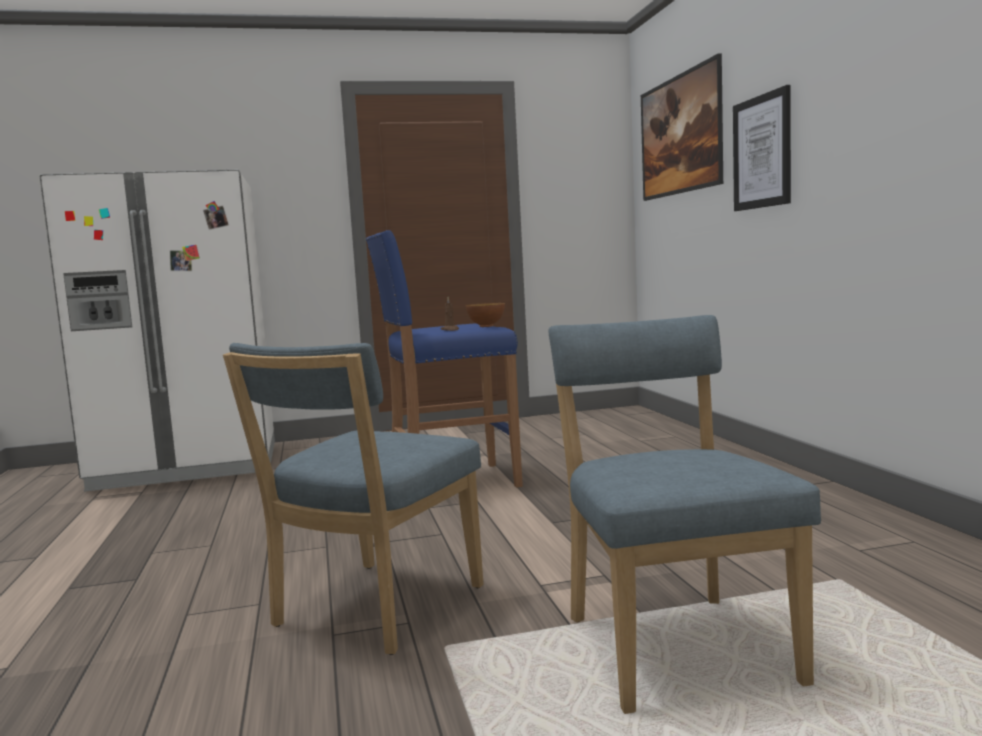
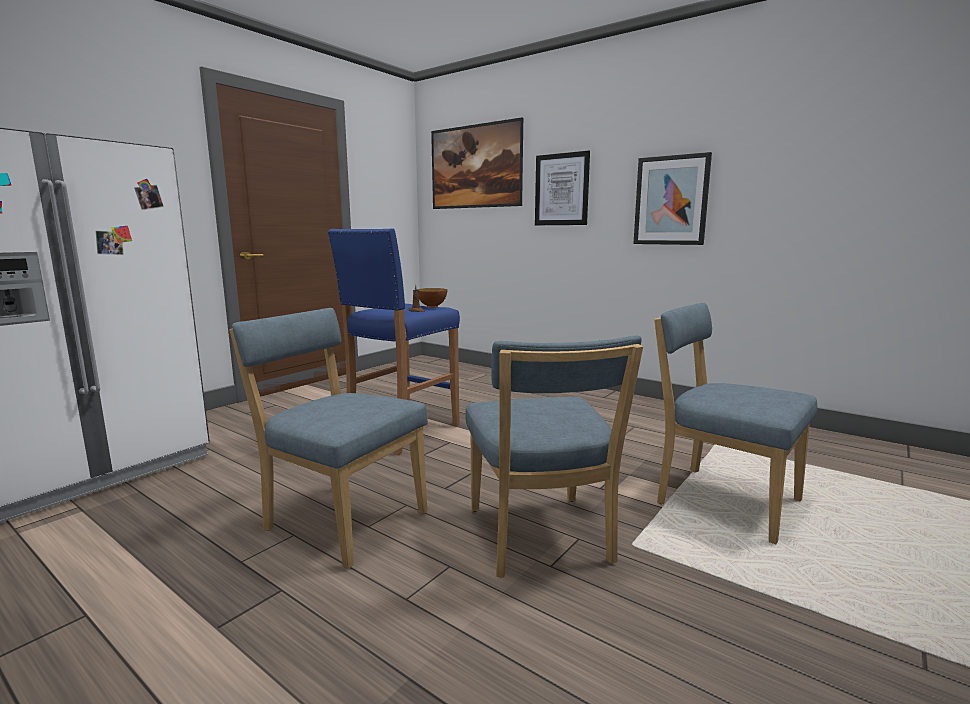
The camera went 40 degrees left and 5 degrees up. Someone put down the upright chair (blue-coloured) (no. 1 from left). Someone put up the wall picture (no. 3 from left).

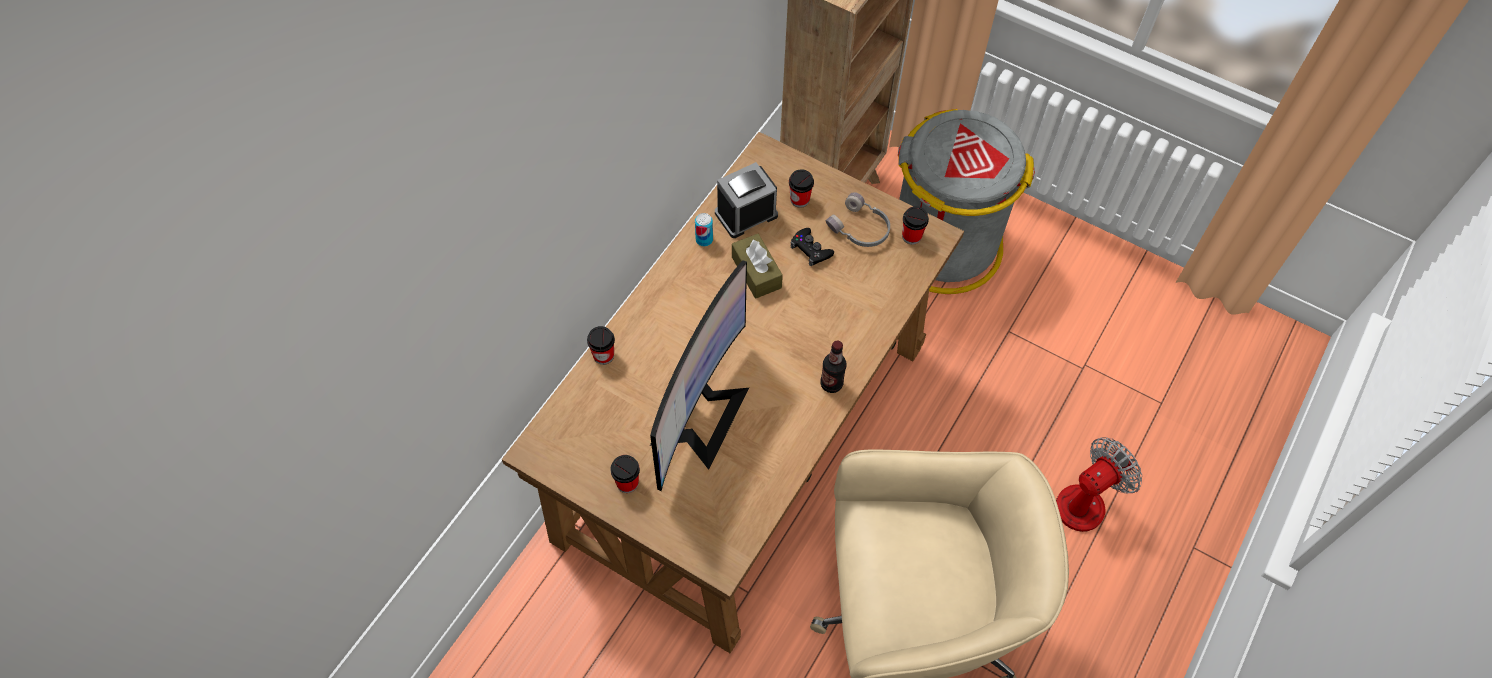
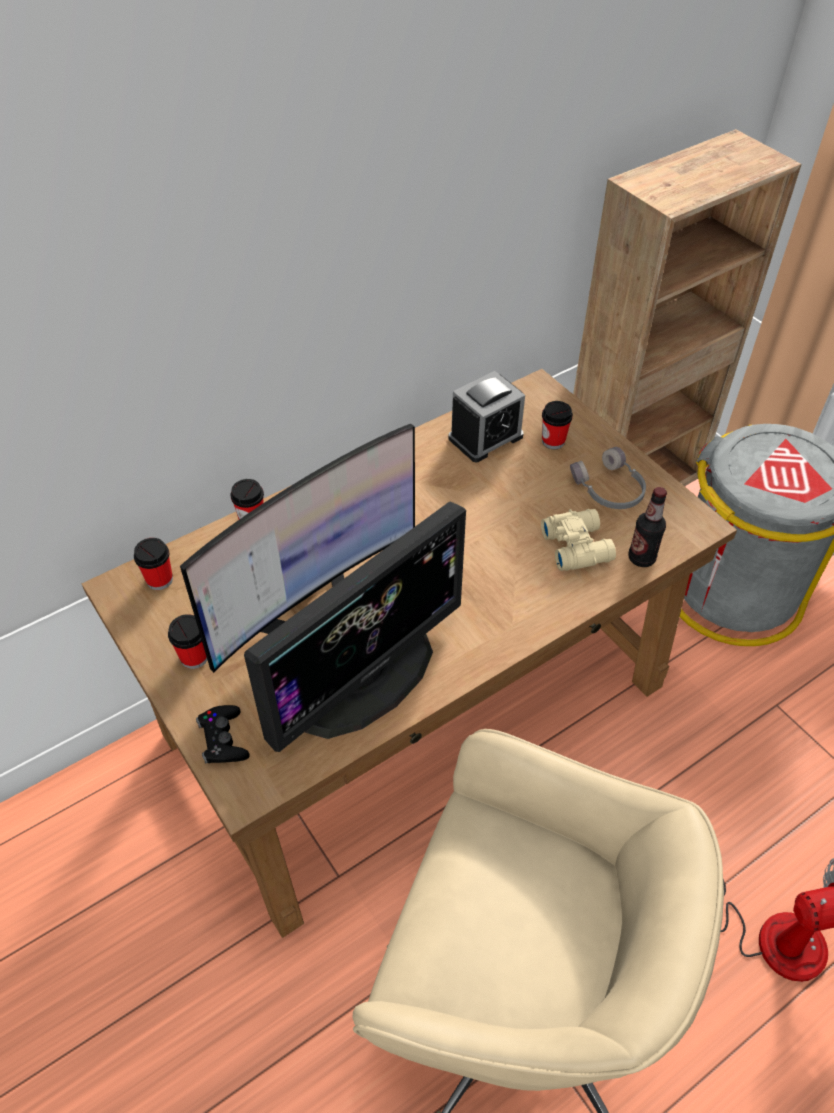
The camera went 25 degrees right and 10 degrees down. Someone took away the sealed can. Someone took away the tissue holder (brown-coloured). Someone put down the computer display (no. 2 from left). Someone put down the field glasses (beige). Someone carried the game controller (black). Someone carried the bottle. Someone carried the drinking cup (no. 4 from left in the first image). Someone rotated the table clock by 150 degrees clockwise.

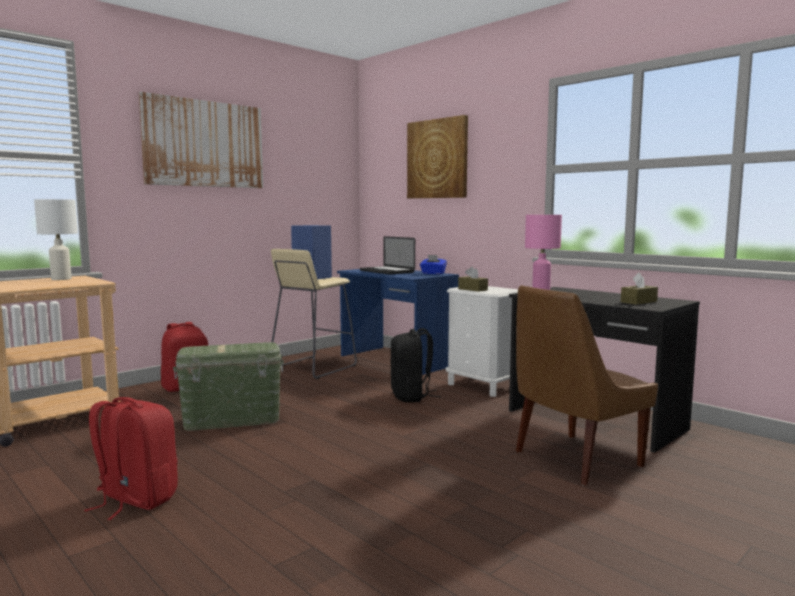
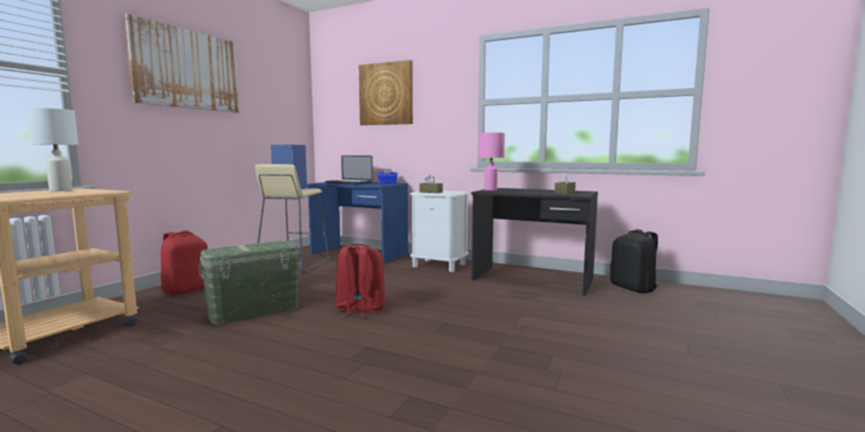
The camera went 20 degrees left and 0 degrees up. Someone took away the upright chair (brown-coloured). Someone carried the backpack (reddish) (no. 1 from left in the first image). Someone carried the backpack (black).

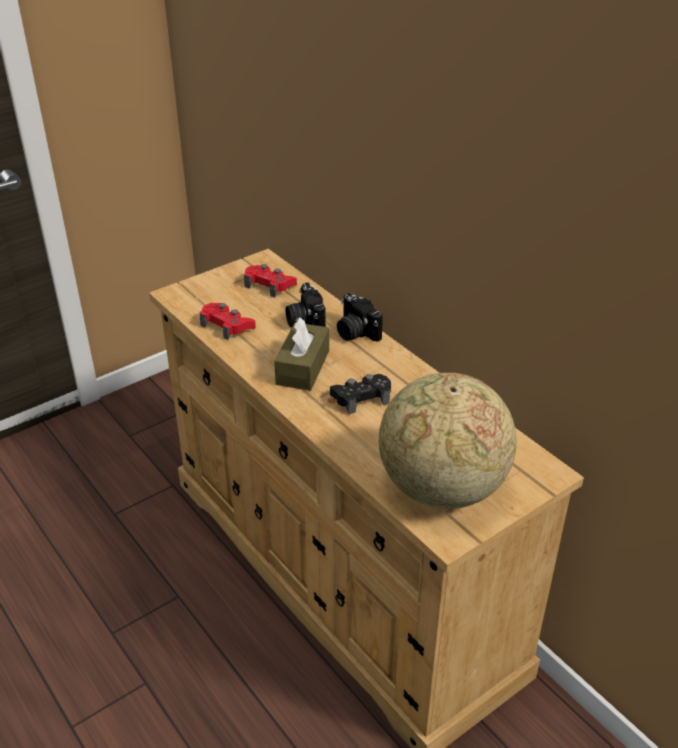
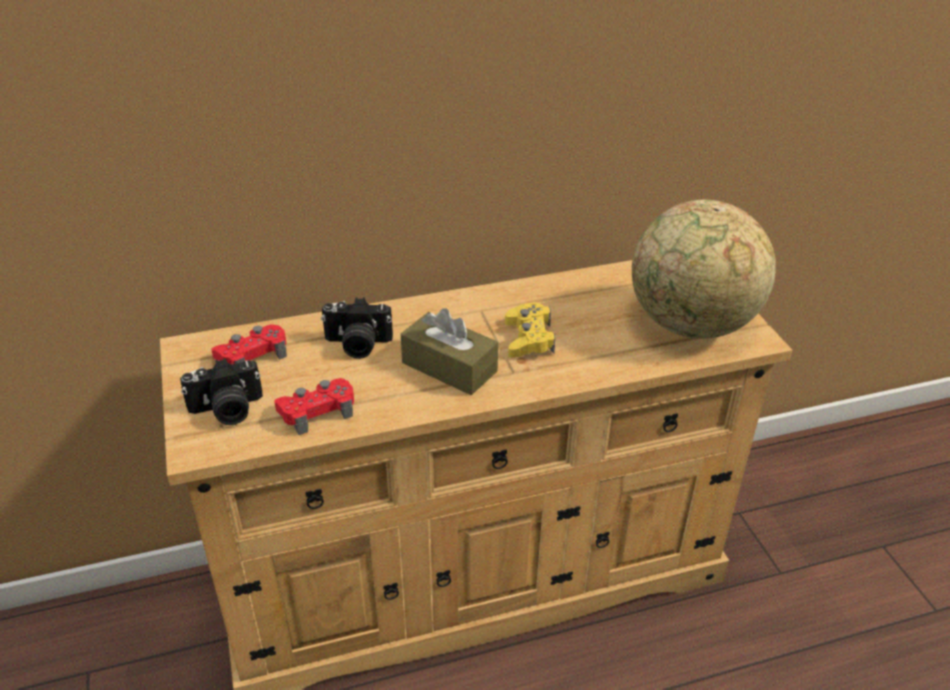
The camera went 70 degrees left and 0 degrees up. Someone carried the photo camera (no. 2 from left in the first image). Someone repainted the game controller (black), which became the game controller (yellow-coloured).

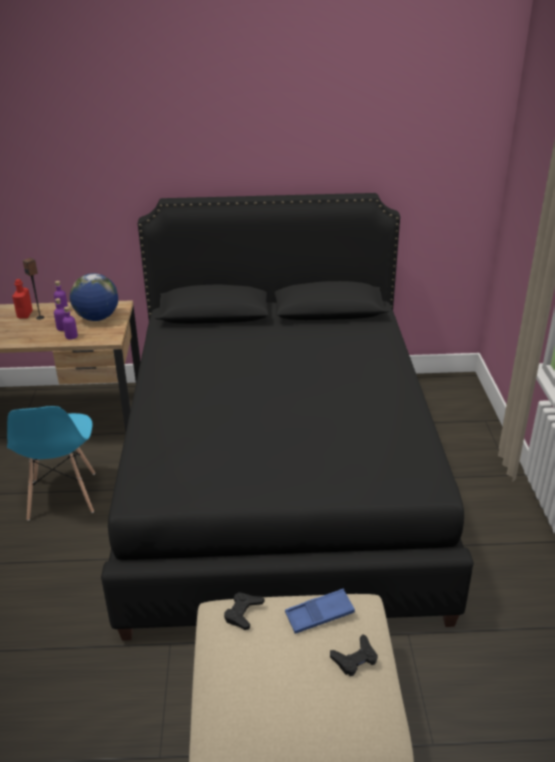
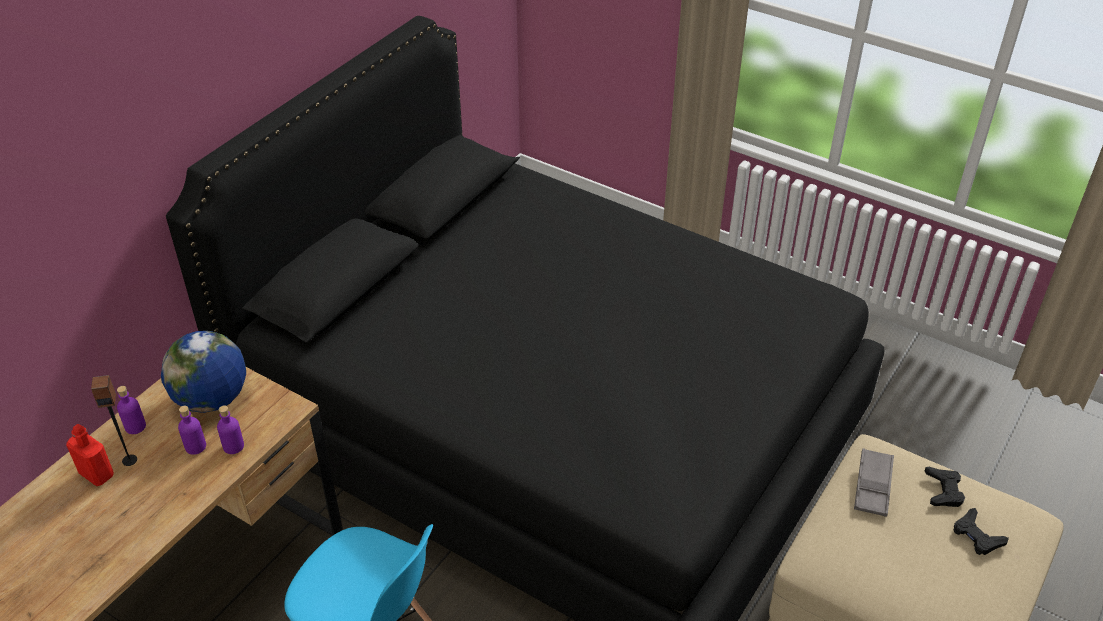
The camera went 55 degrees left and 10 degrees up. Someone carried the game controller (black) (no. 1 from left in the first image). Someone repainted the serving tray (blue-coloured), which became the serving tray (greyish).

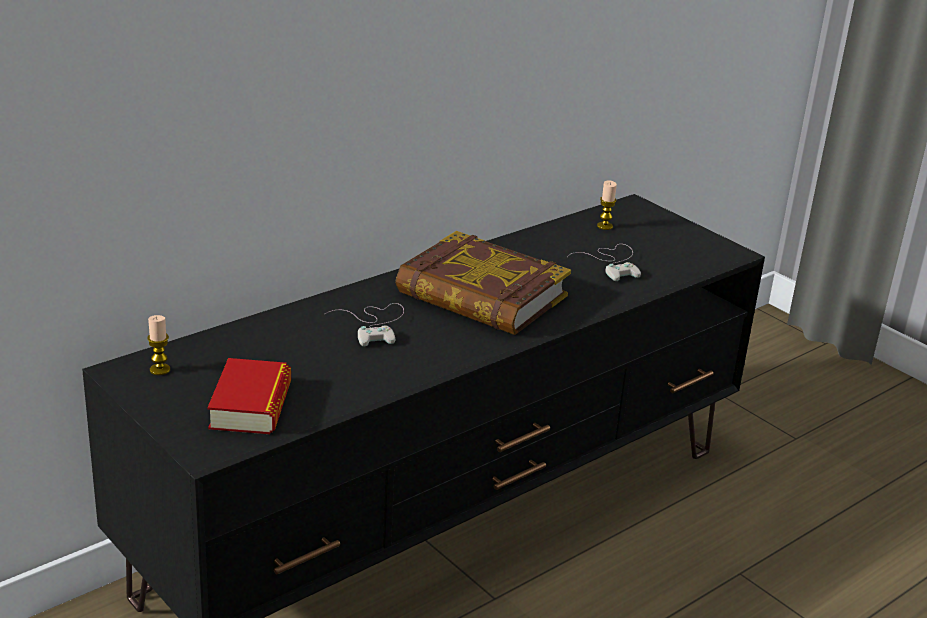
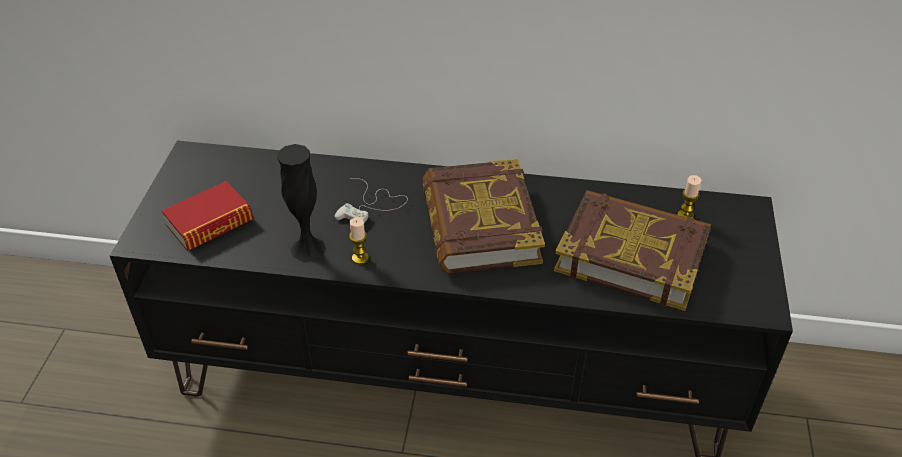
The camera went 50 degrees right and 15 degrees up. Someone put down the vase (black). Someone carried the wax light (no. 1 from left). Someone swapped the game controller (whitish) (no. 2 from left) for the bound book (no. 3 from left).

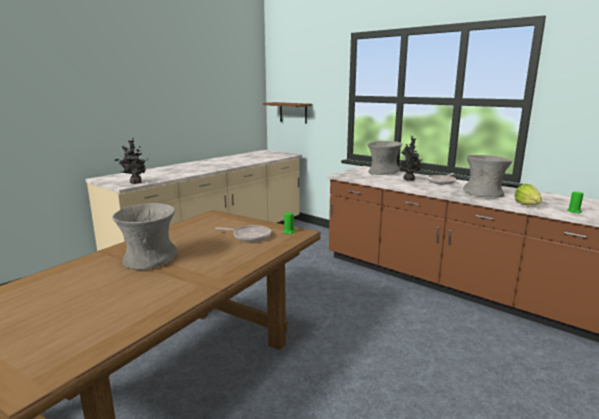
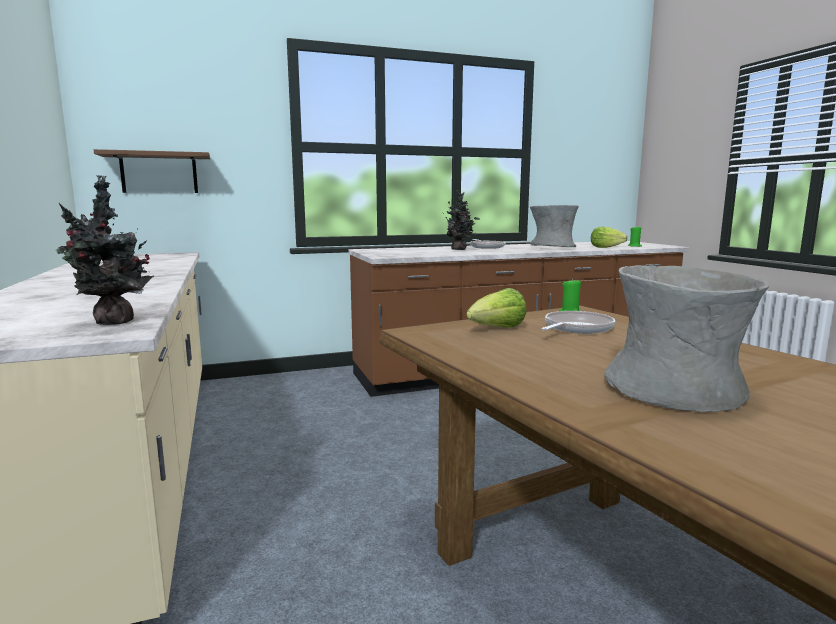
The camera went 60 degrees left and 5 degrees down. Someone took away the vase (greyish) (no. 2 from left). Someone put down the lettuce (no. 1 from left).

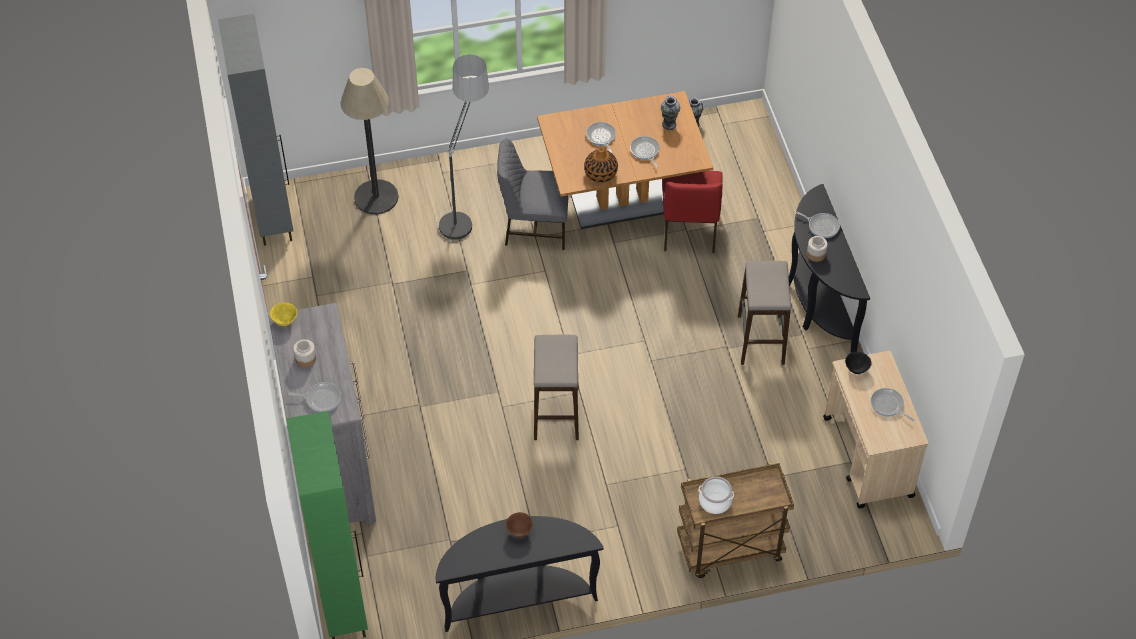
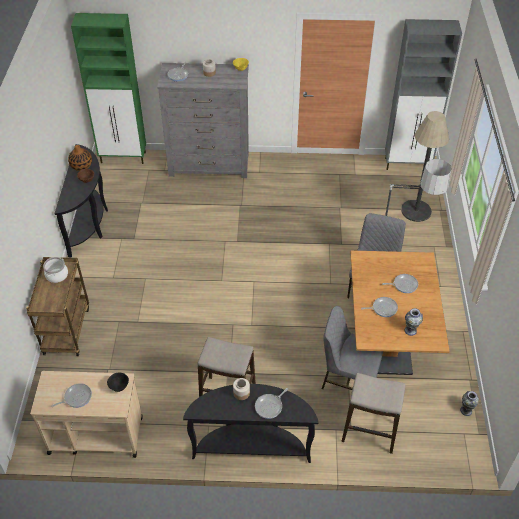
The camera went 105 degrees right and 5 degrees down. Someone carried the stool seat (no. 1 from left in the first image). Someone carried the vase (no. 1 from left). Someone repainted the upright chair (reddish), which became the upright chair (greyish) (no. 1 from left).

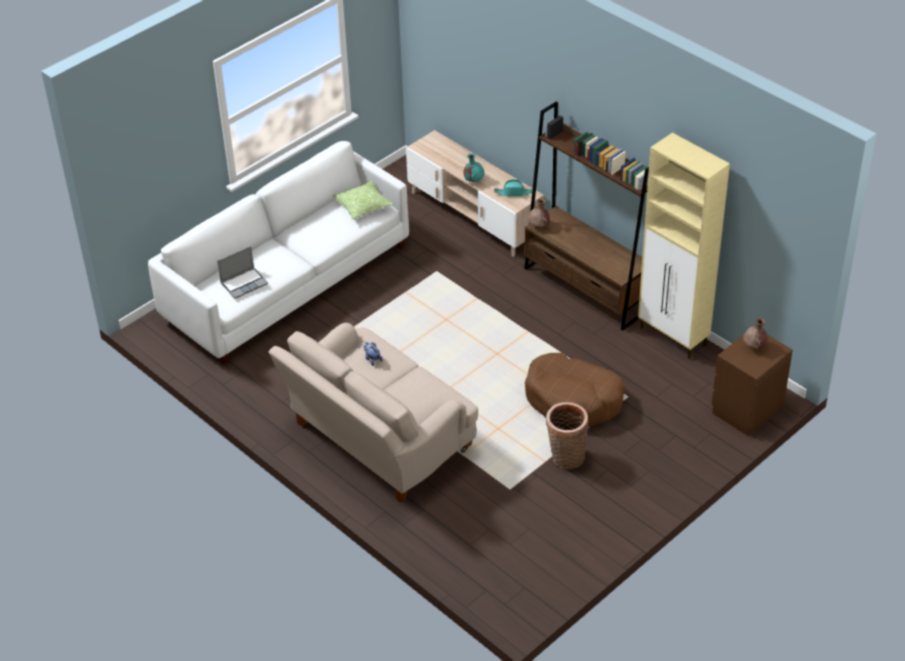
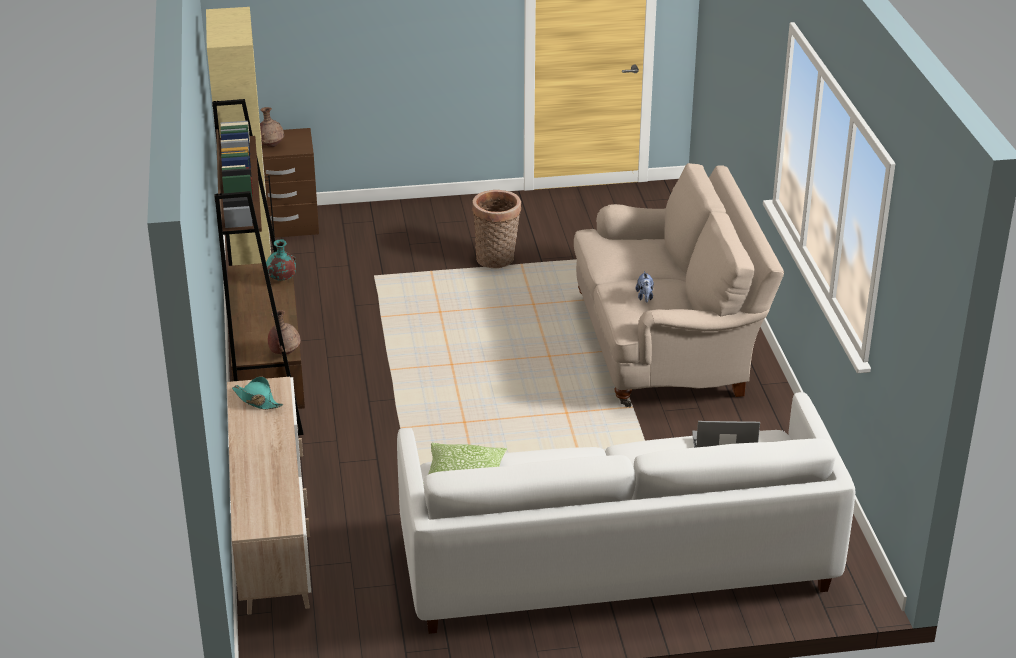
The camera went 145 degrees left and 10 degrees down. Someone took away the dog cushion (brown-coloured). Someone carried the vase (turquoise-coloured).

